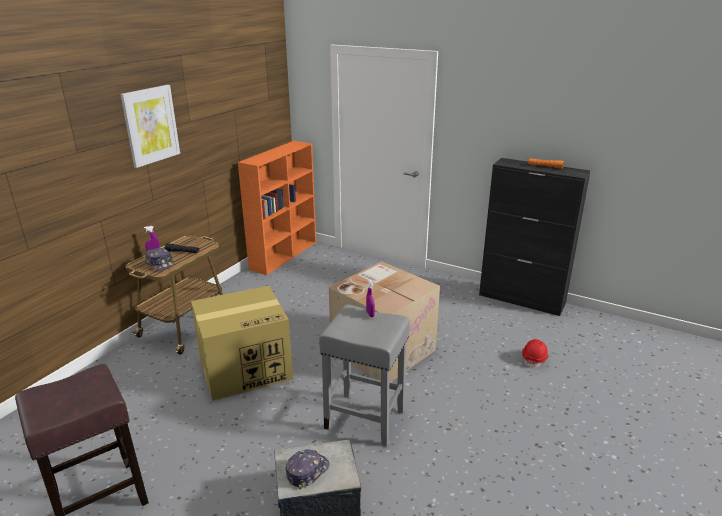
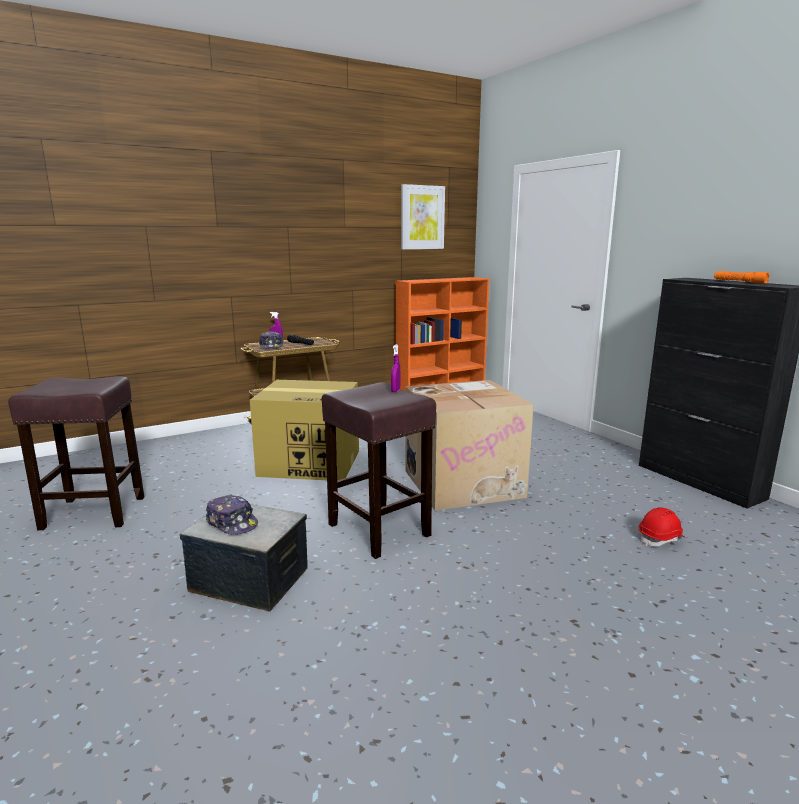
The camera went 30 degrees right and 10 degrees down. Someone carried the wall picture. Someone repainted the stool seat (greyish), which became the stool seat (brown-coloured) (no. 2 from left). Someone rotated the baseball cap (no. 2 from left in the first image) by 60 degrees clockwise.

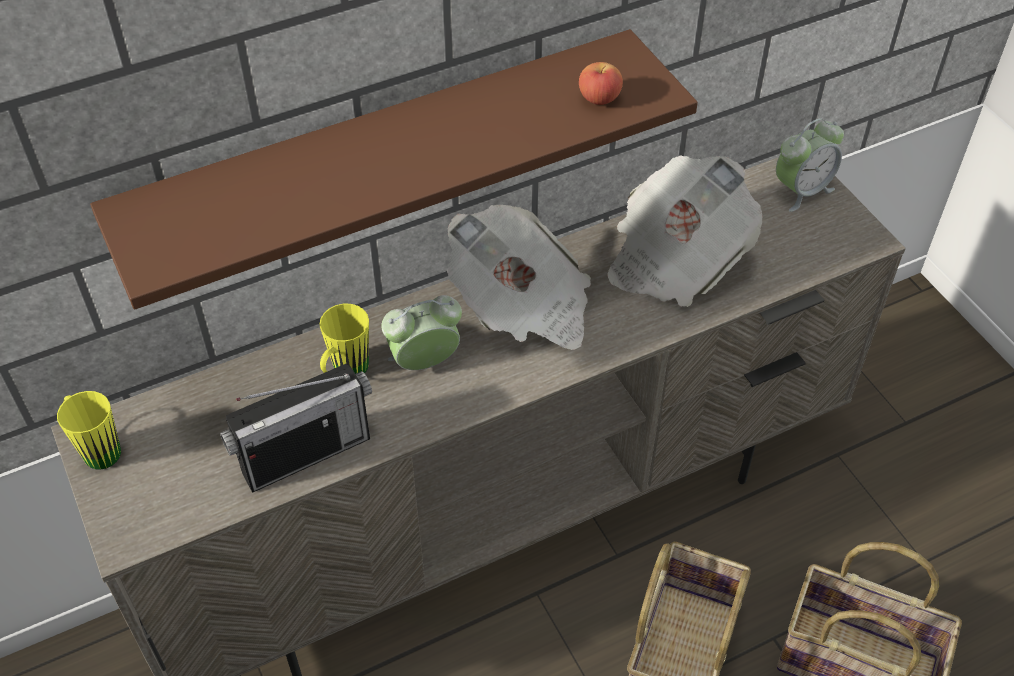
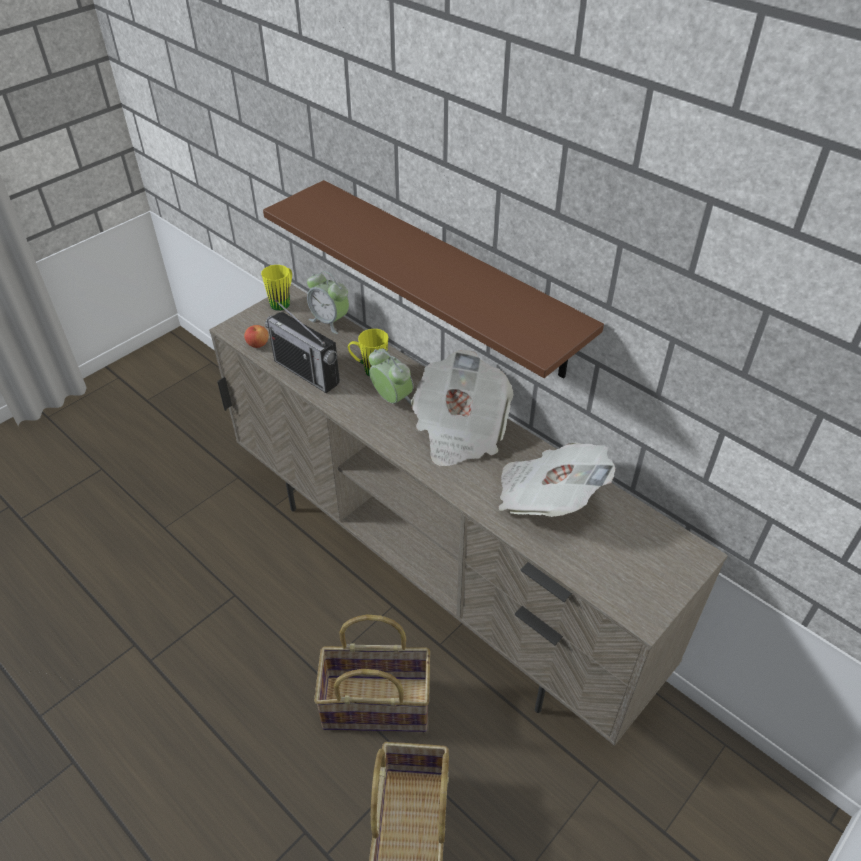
The camera went 70 degrees right and 5 degrees down. Someone carried the whole apple. Someone carried the table clock (no. 2 from left in the first image).

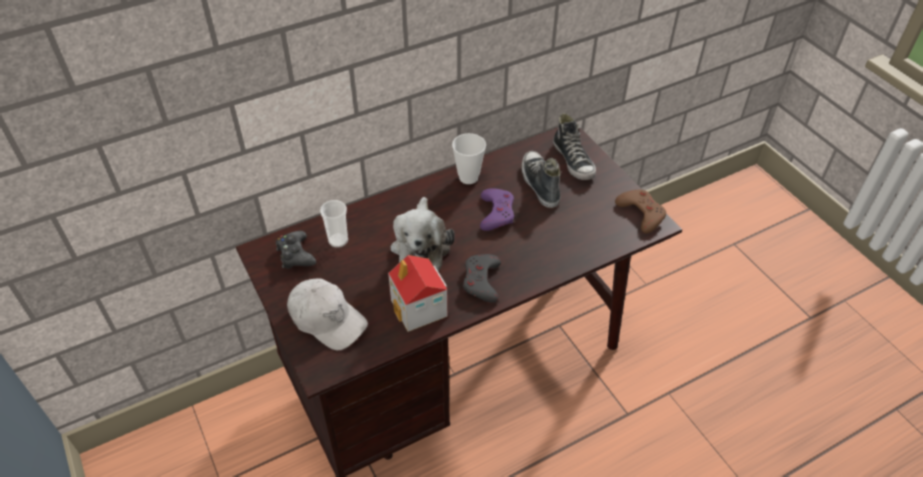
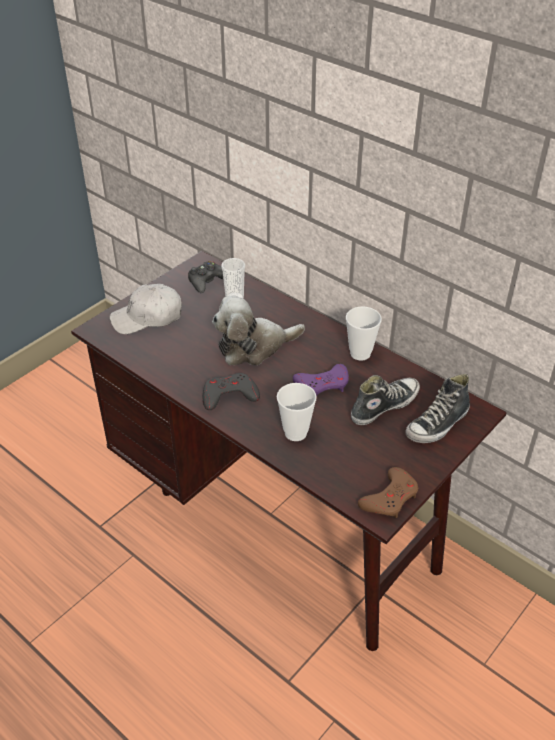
The camera went 70 degrees right and 5 degrees down. Someone took away the miniature house. Someone put down the drinking cup (no. 2 from left). Someone rotated the baseball cap (whitish) by 60 degrees clockwise.

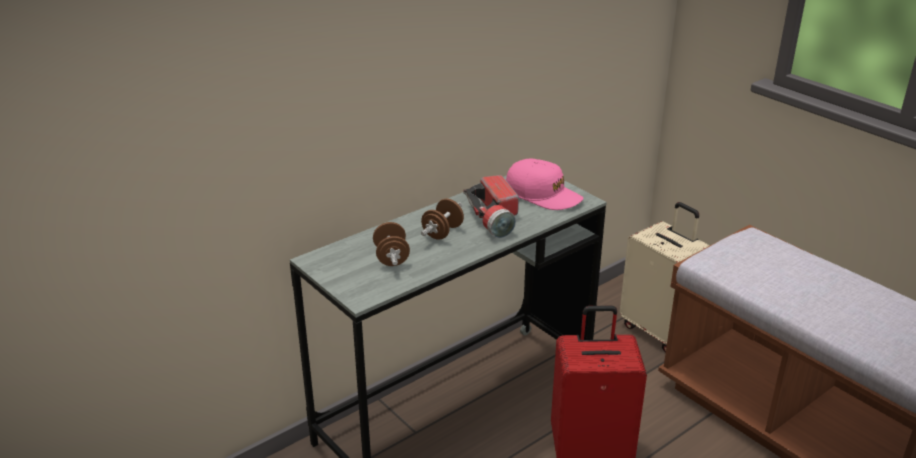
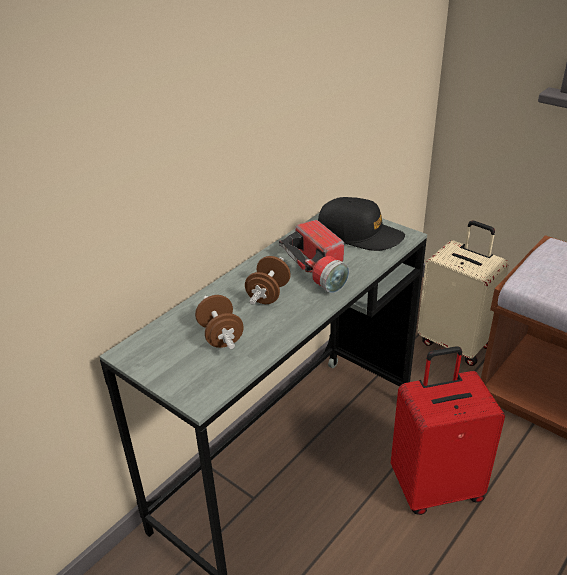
The camera went 10 degrees left and 5 degrees up. Someone repainted the baseball cap (pink-coloured), which became the baseball cap (black).

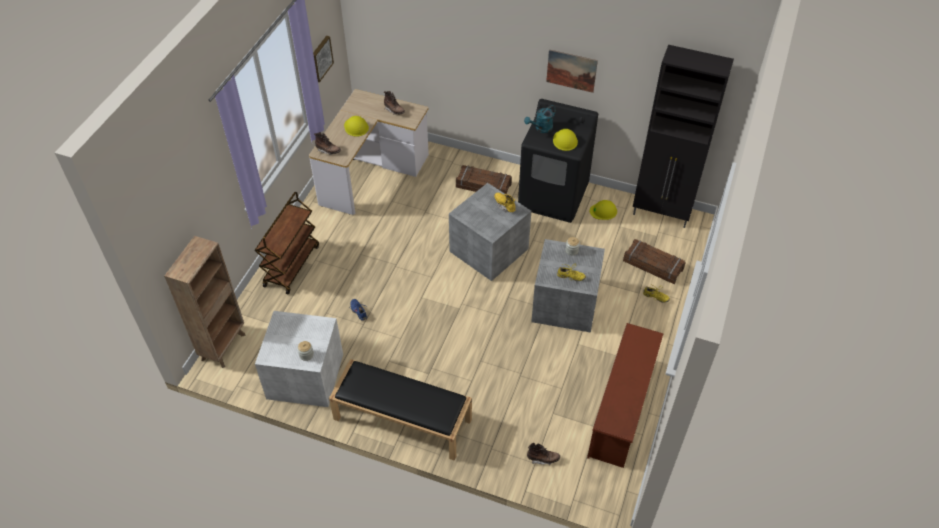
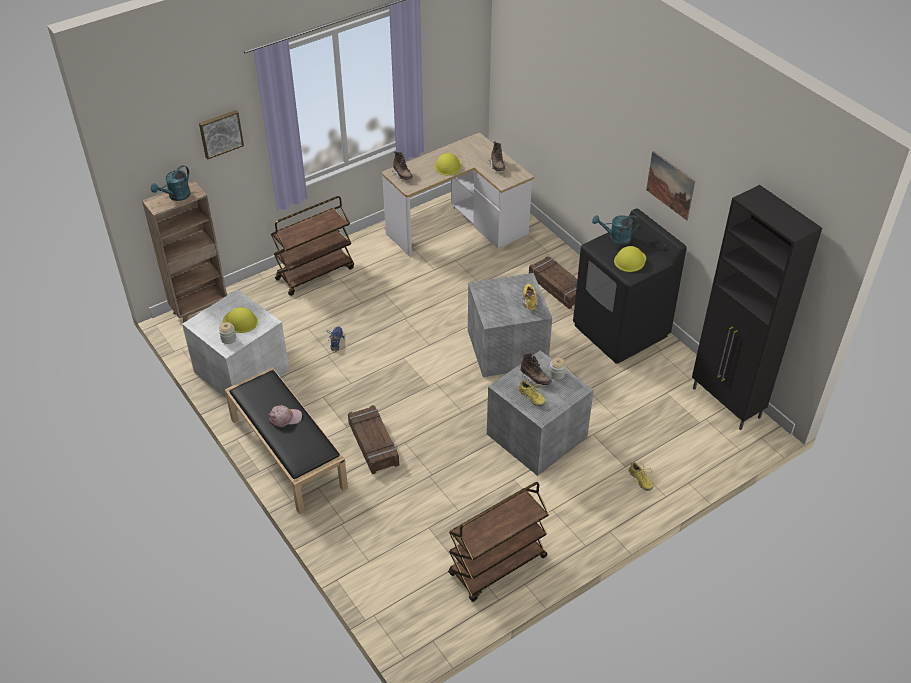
The camera went 35 degrees right and 5 degrees down. Someone put down the watering pot (turquoise-coloured) (no. 1 from left). Someone put down the baseball cap (pink-coloured). Someone carried the wall picture (no. 1 from left). Someone carried the high-top boot (brown-coloured) (no. 3 from left). Someone carried the hard hat (yellow-coloured) (no. 3 from left in the first image). Someone carried the packing crate (no. 2 from left in the first image). Someone swapped the shoe rack (brown-coloured) for the cart (brown-coloured) (no. 2 from left).

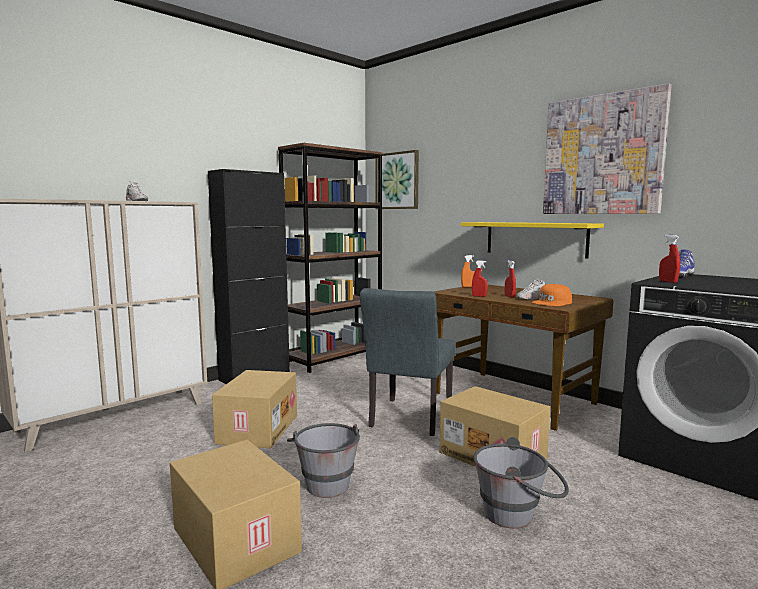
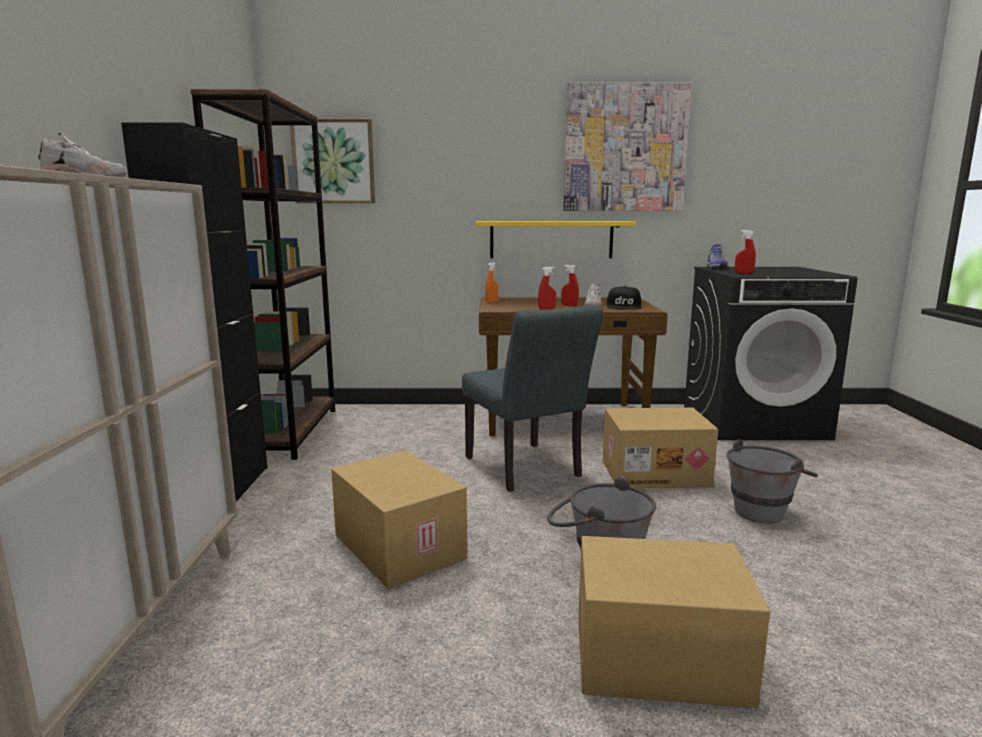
The camera went 45 degrees left and 5 degrees up. Someone repainted the baseball cap (orange), which became the baseball cap (black).

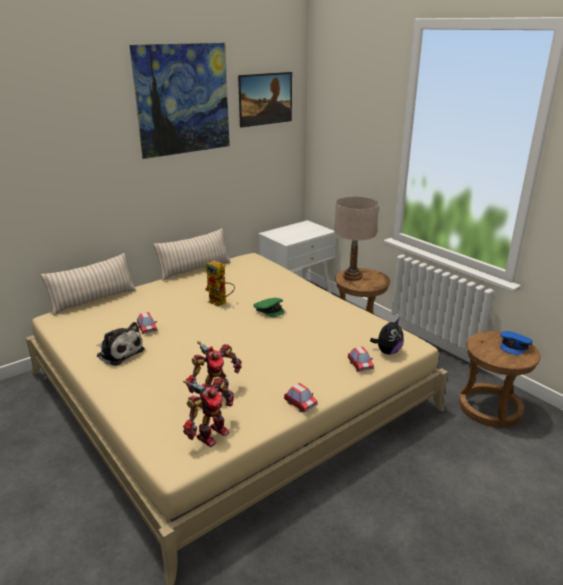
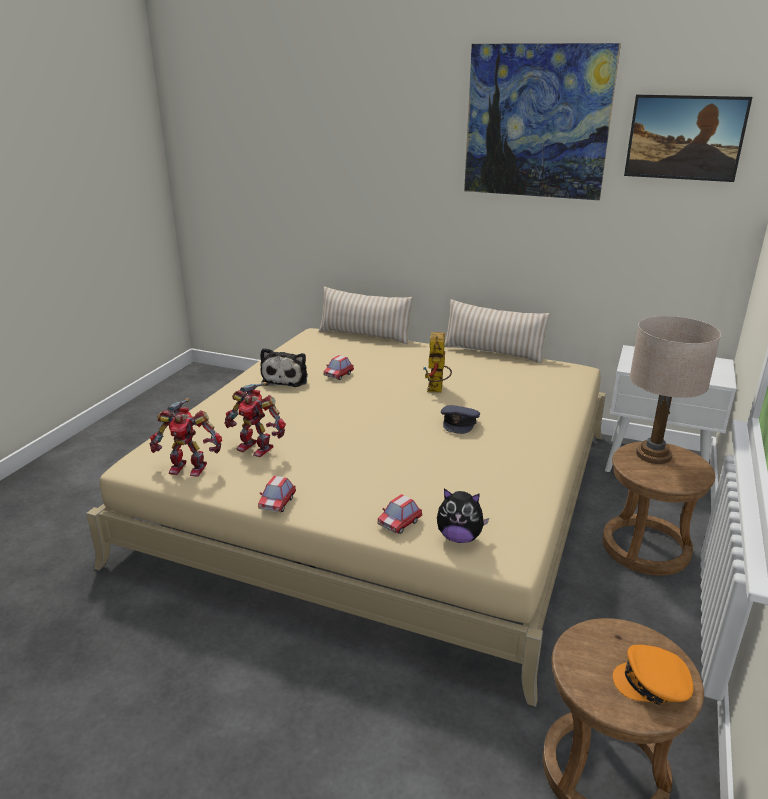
The camera went 60 degrees right and 0 degrees up. Someone repainted the baseball cap (green-coloured), which became the baseball cap (greyish). Someone repainted the baseball cap (blue-coloured), which became the baseball cap (orange).

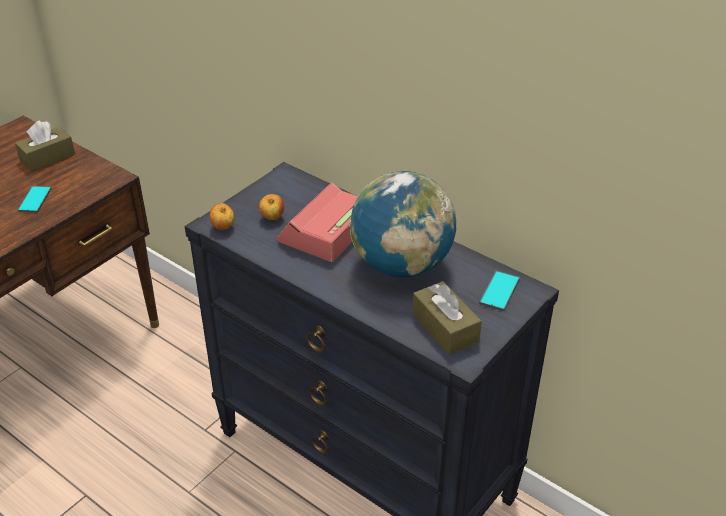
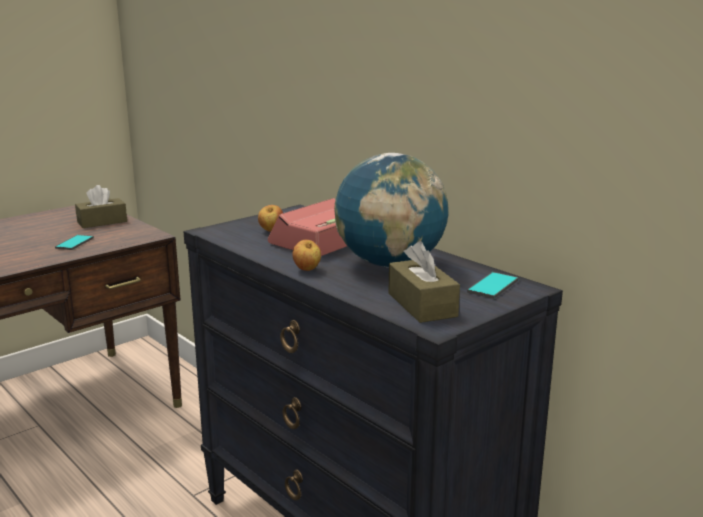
The camera went 10 degrees right and 20 degrees down. Someone carried the whole apple (no. 1 from left in the first image).

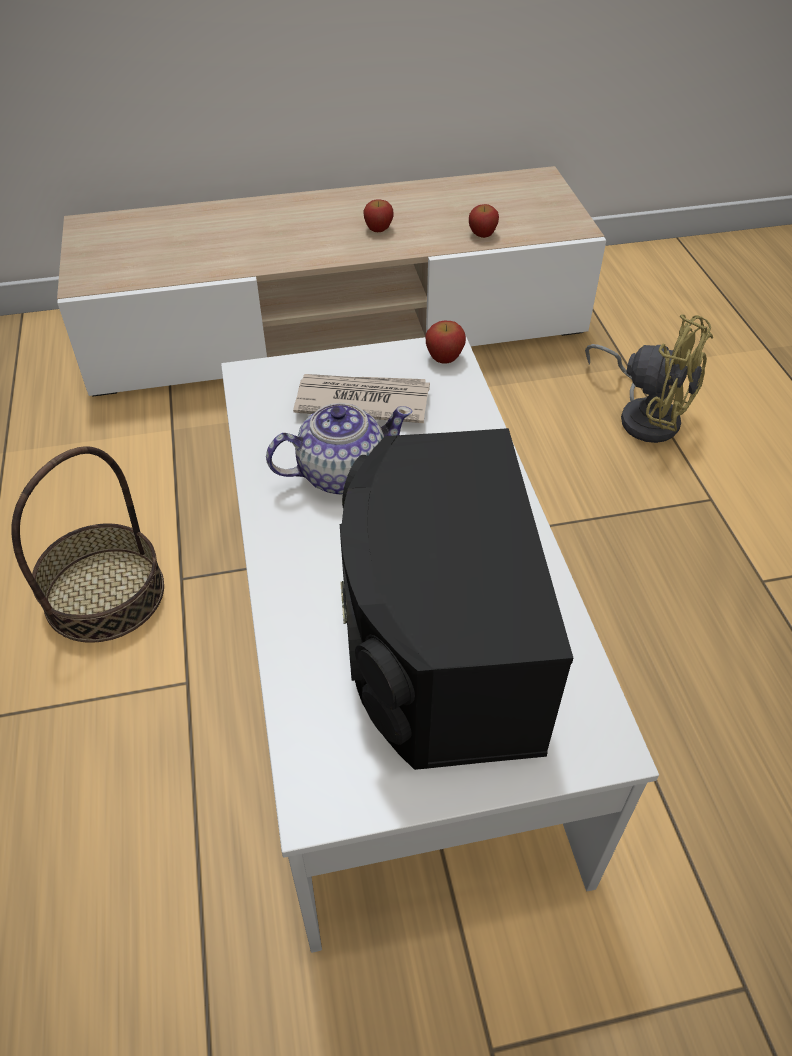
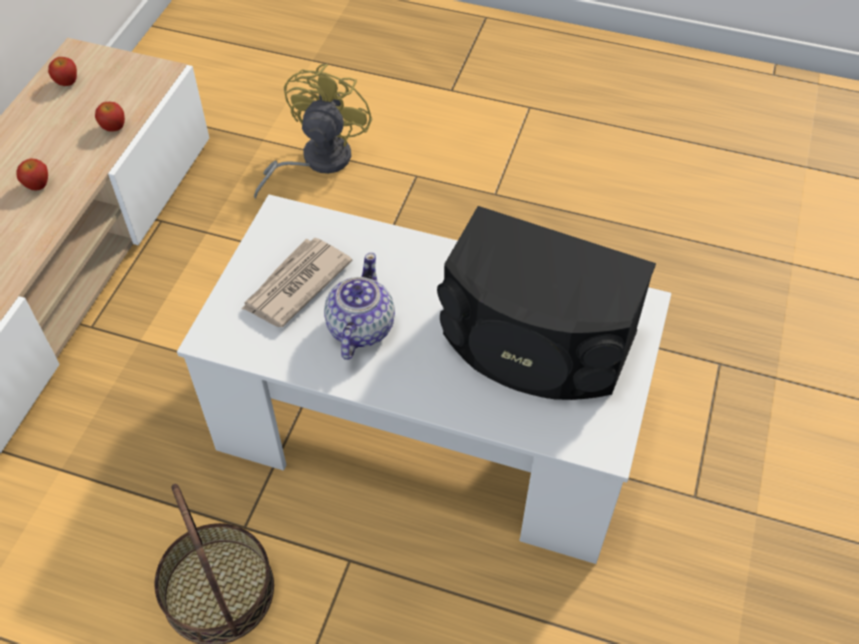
The camera went 60 degrees left and 5 degrees up. Someone carried the whole apple (no. 2 from left). Someone rotated the fan (yellow-coloured) by 45 degrees counterclockwise.

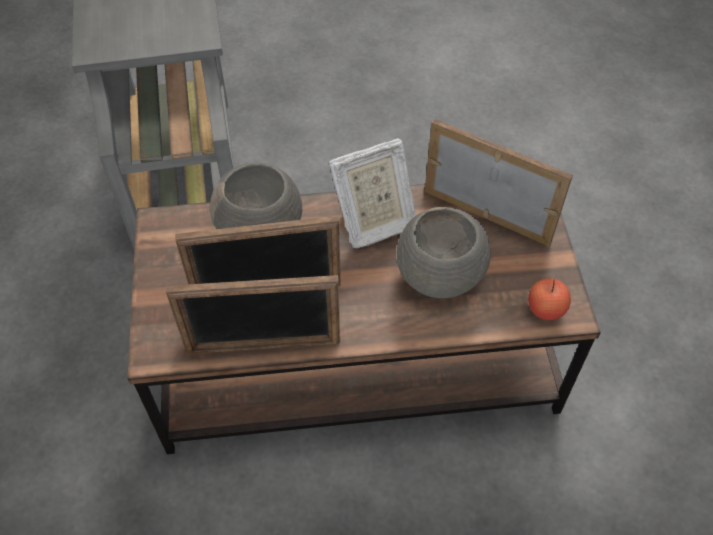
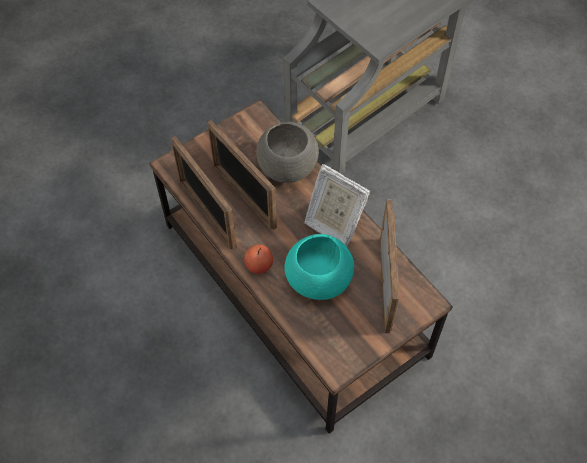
The camera went 60 degrees right and 5 degrees up. Someone carried the whole apple. Someone repainted the serving bowl (greyish) (no. 2 from left), which became the serving bowl (turquoise-coloured).

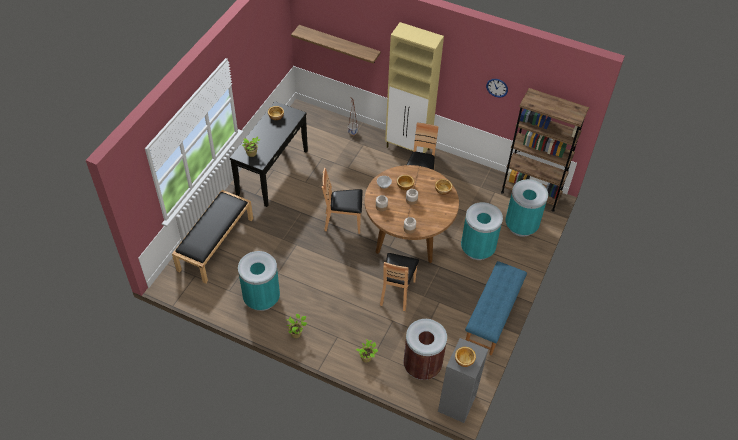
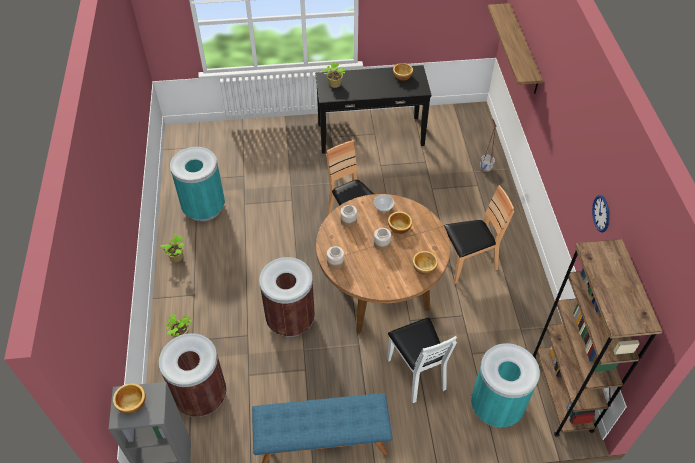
The camera went 60 degrees right and 0 degrees up. Someone took away the indoor bench (black). Someone took away the cabinet (beige). Someone swapped the upright chair (brown-coloured) (no. 2 from left) for the rubbish bin (brown-coloured) (no. 2 from left). Someone swapped the rubbish bin (turquoise-coloured) (no. 2 from left) for the upright chair (whitish).

